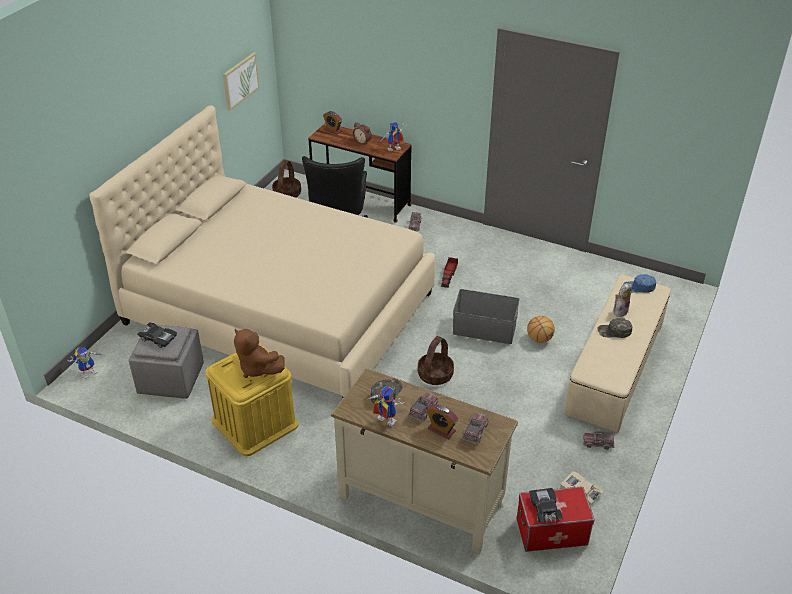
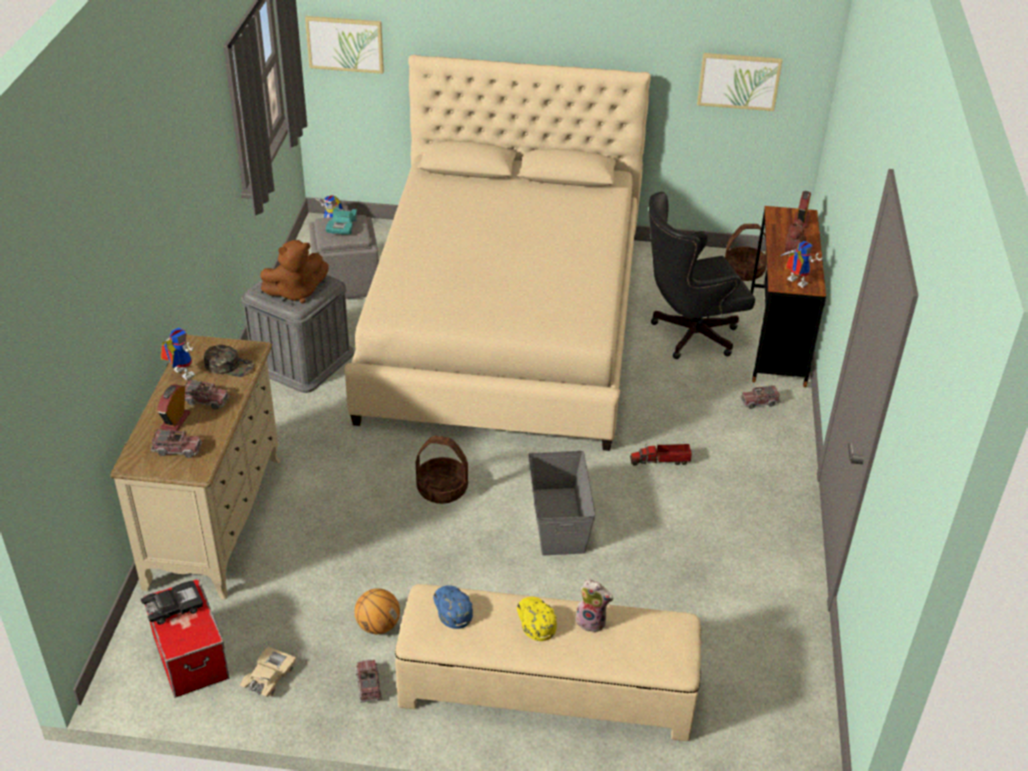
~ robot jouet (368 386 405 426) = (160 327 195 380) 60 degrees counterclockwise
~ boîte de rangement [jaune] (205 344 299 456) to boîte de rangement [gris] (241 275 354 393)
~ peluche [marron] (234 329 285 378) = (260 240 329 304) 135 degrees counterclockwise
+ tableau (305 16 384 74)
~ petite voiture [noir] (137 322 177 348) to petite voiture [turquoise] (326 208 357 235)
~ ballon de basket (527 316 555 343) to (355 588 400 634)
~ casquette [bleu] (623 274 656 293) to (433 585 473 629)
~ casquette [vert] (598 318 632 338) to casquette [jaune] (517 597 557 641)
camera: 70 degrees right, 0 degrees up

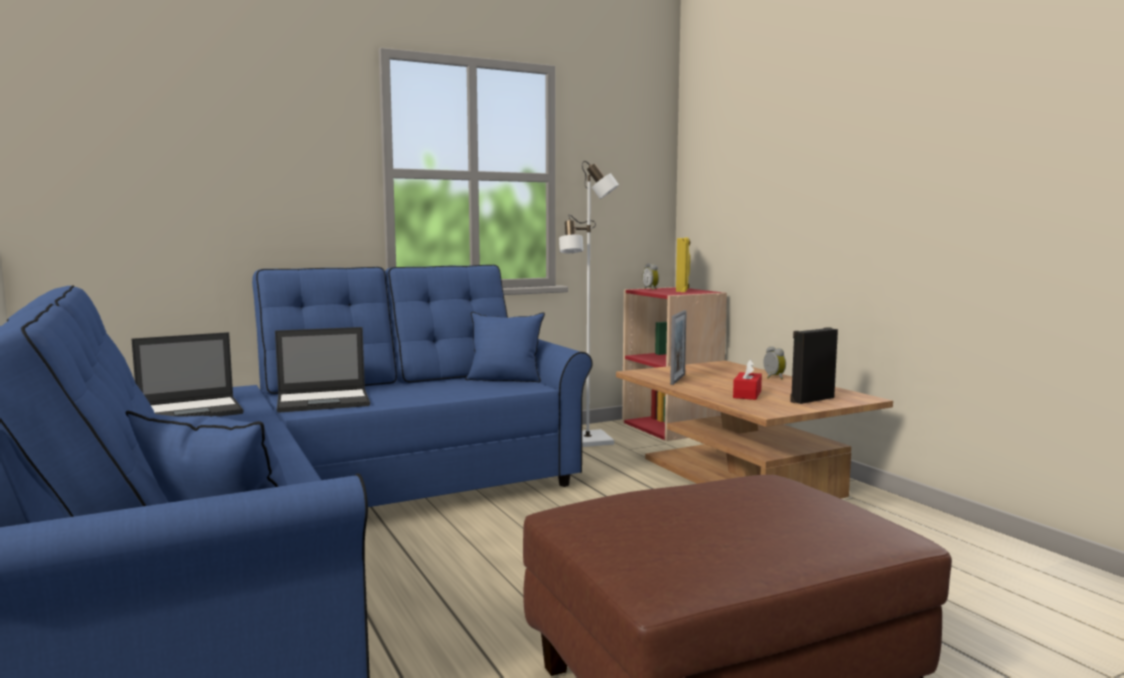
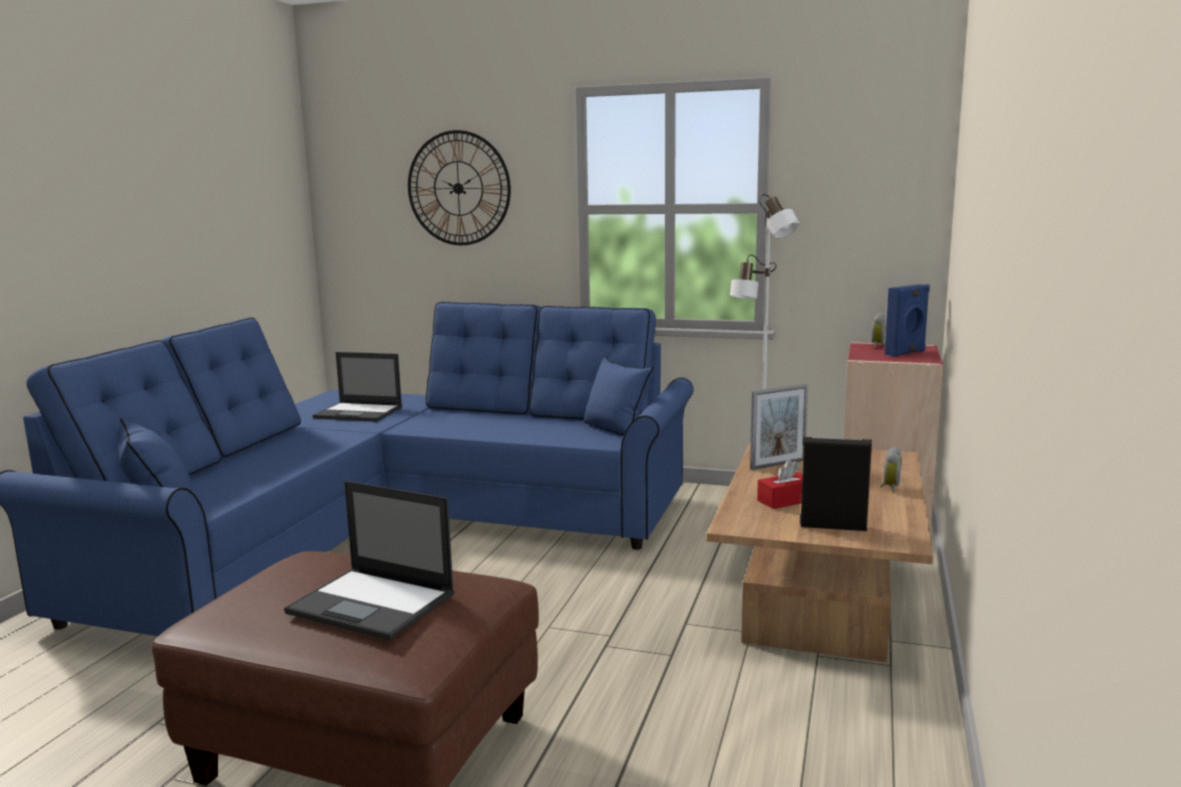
~ ordinateur portable (275 327 370 413) to (284 481 454 641)
+ horloge murale (408 130 511 245)
~ enceinte [jaune] (676 237 690 292) to enceinte [bleu] (885 284 930 357)
camera: 45 degrees right, 5 degrees up

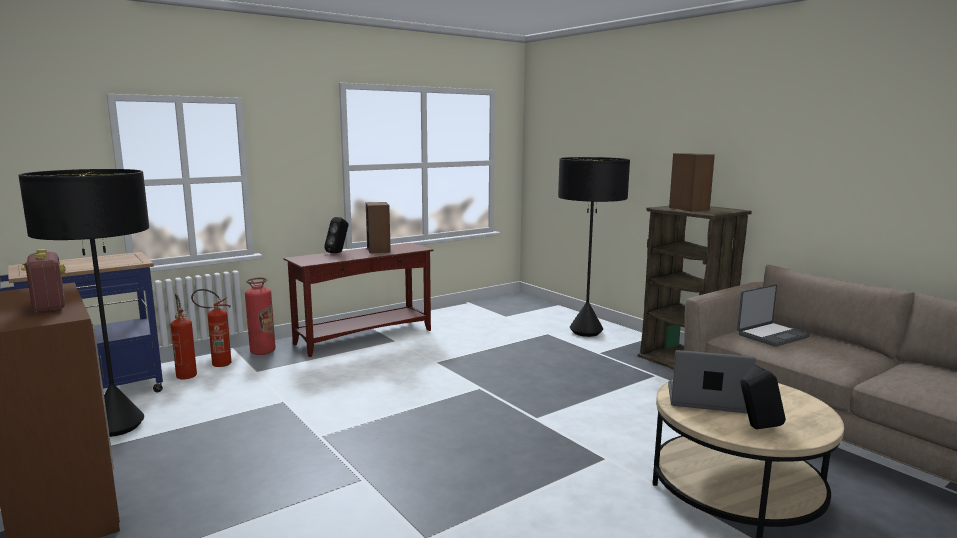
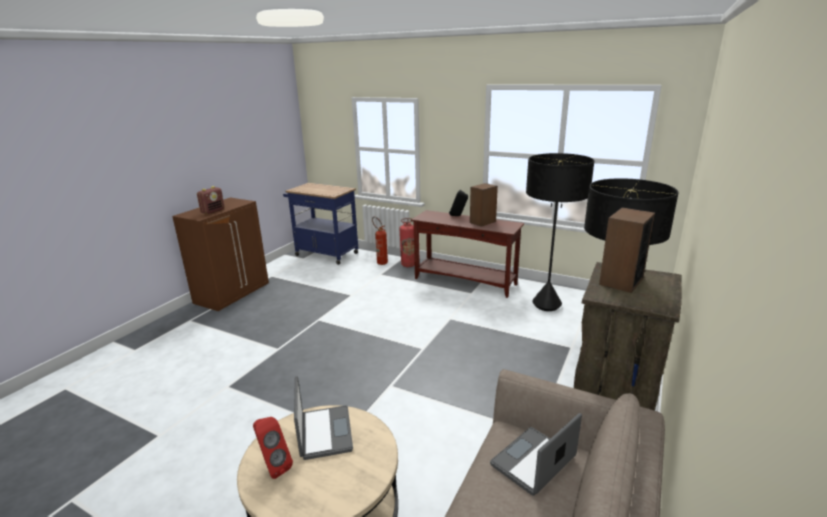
~ enceinte [noir] (740 364 786 429) to enceinte [rouge] (253 417 293 479)
~ ordinateur portable (737 284 810 347) = (490 413 582 496) 105 degrees clockwise
~ lampadaire [noir] (18 169 149 437) to (526 153 594 311)
- extincteur (171 293 197 379)
camera: 65 degrees right, 10 degrees up

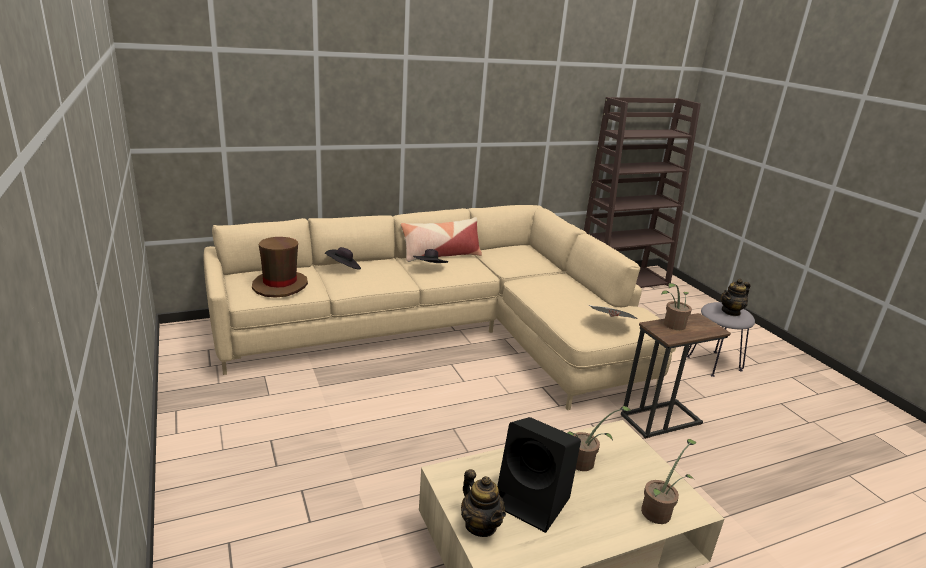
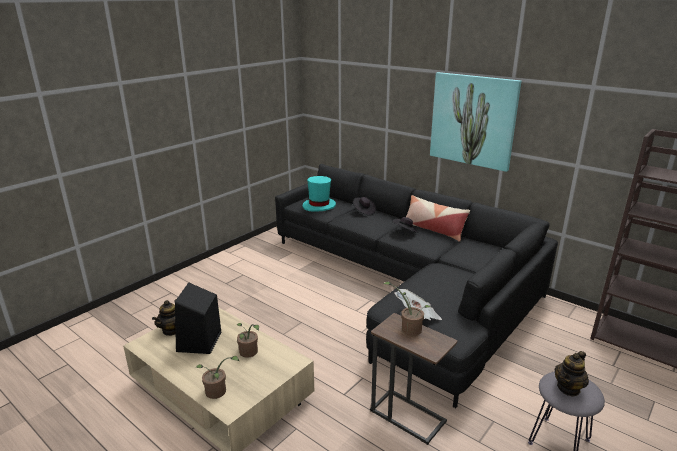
~ canapé [beige] (203 205 676 410) to canapé [noir] (275 164 558 408)
~ chapeau [marron] (252 237 308 298) to chapeau [turquoise] (303 176 336 212)
+ tableau (430 72 521 172)
~ théière (721 279 750 316) = (554 351 589 397) 75 degrees counterclockwise
camera: 65 degrees right, 0 degrees up

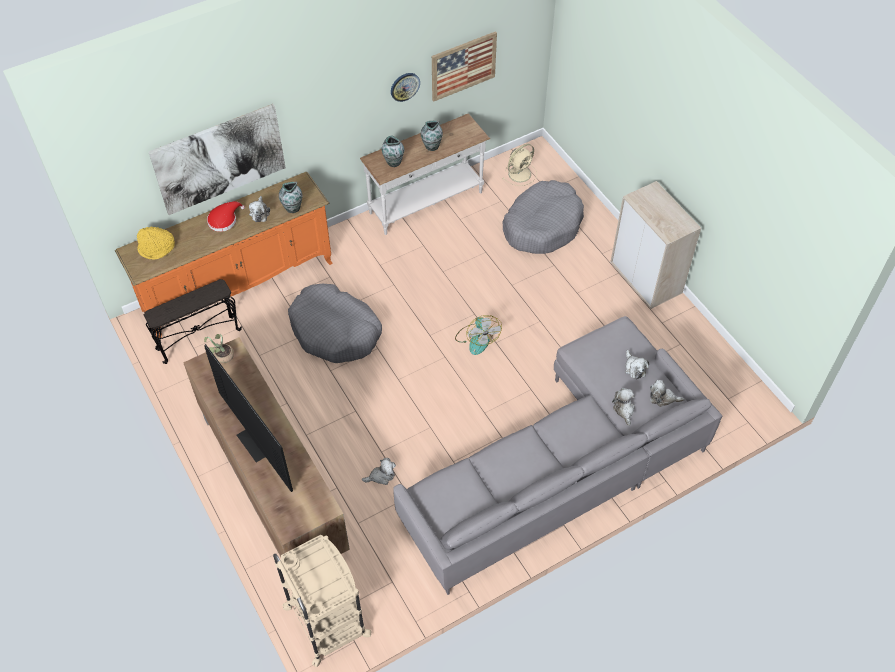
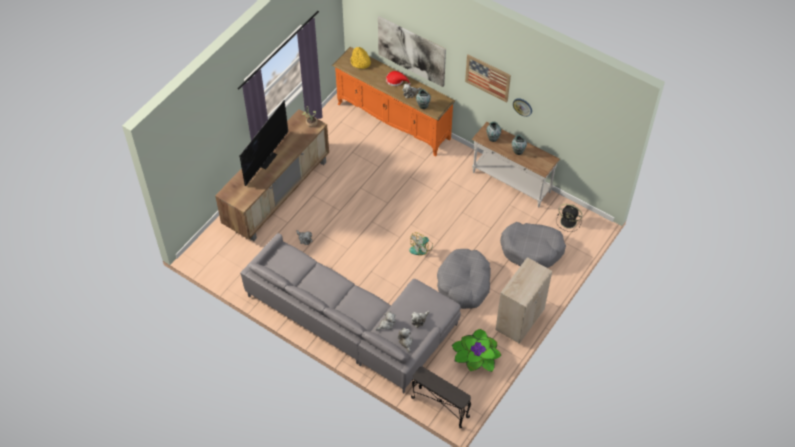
~ table d'appoint [noir] (144 279 242 364) to (411 366 471 428)
~ panier pour chien [gris] (288 284 382 363) to (437 249 491 309)
+ plante en pot (452 329 501 372)
~ tableau (432 31 497 102) to (465 54 511 102)
~ ventilateur [beige] (503 144 537 186) to ventilateur [noir] (556 204 582 232)
- chariot [beige] (273 535 371 667)
camera: 65 degrees right, 0 degrees up

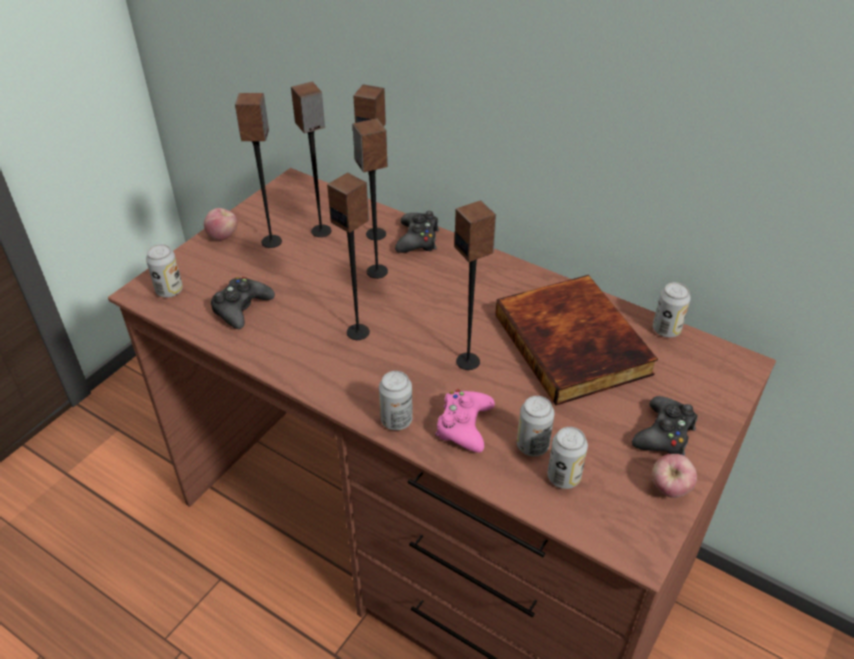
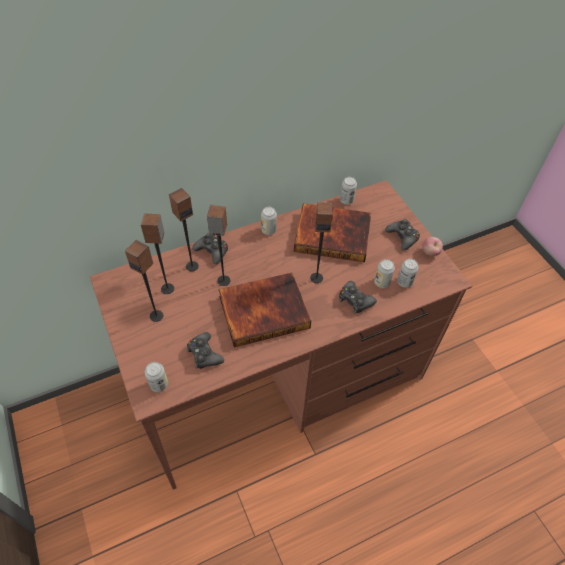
~ enceinte (327 173 370 340) to livre (218 273 311 348)
~ boîte métallique (379 371 413 430) to (261 207 277 235)
~ manette [rose] (435 389 495 453) to manette [noir] (339 281 377 314)
- pomme (204 208 238 240)
camera: 60 degrees left, 10 degrees up

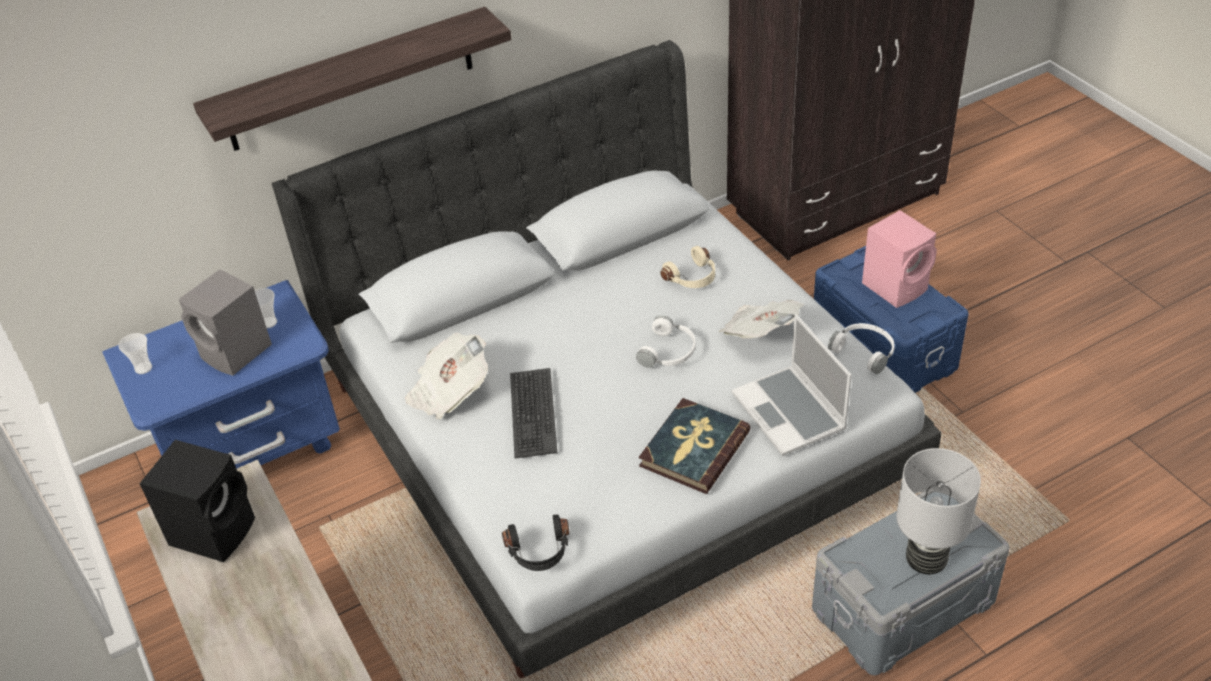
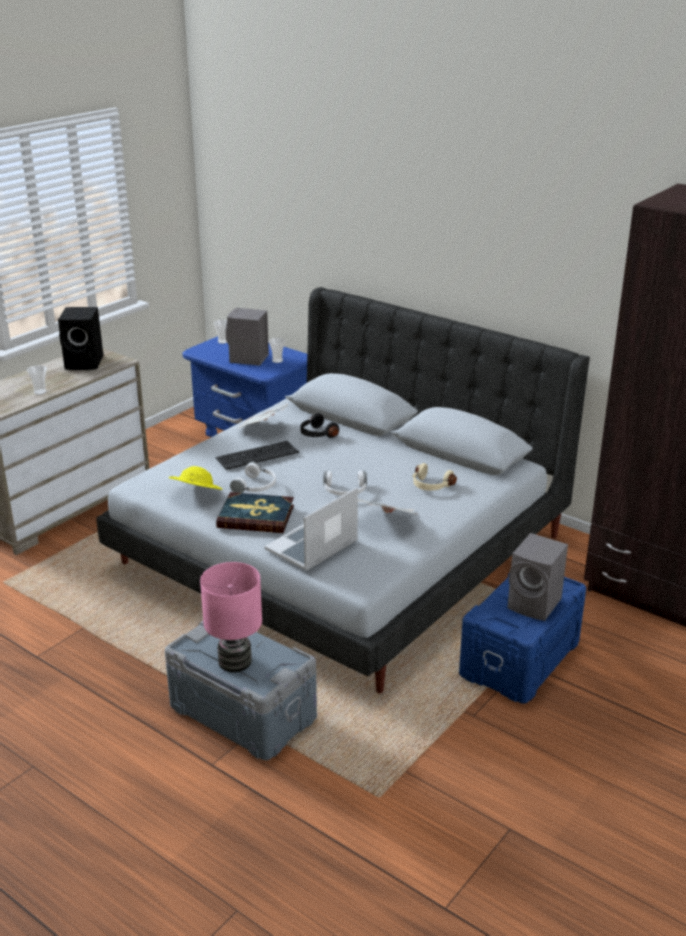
+ tasse (27 365 47 395)
+ chapeau [jaune] (169 466 222 490)
~ lampe de table [gris] (896 448 981 574) to lampe de table [rose] (200 562 262 672)
~ casque audio [blanc] (828 323 895 374) to (230 462 276 493)
~ casque audio [noir] (502 515 570 571) to (300 413 339 438)
~ enceinte [rose] (862 210 937 308) to enceinte [gris] (507 533 568 621)
- étagère (193 7 512 151)
camera: 65 degrees right, 15 degrees down

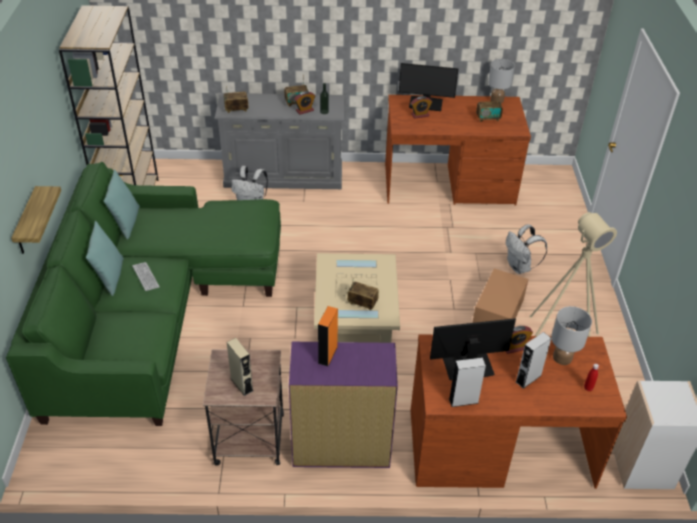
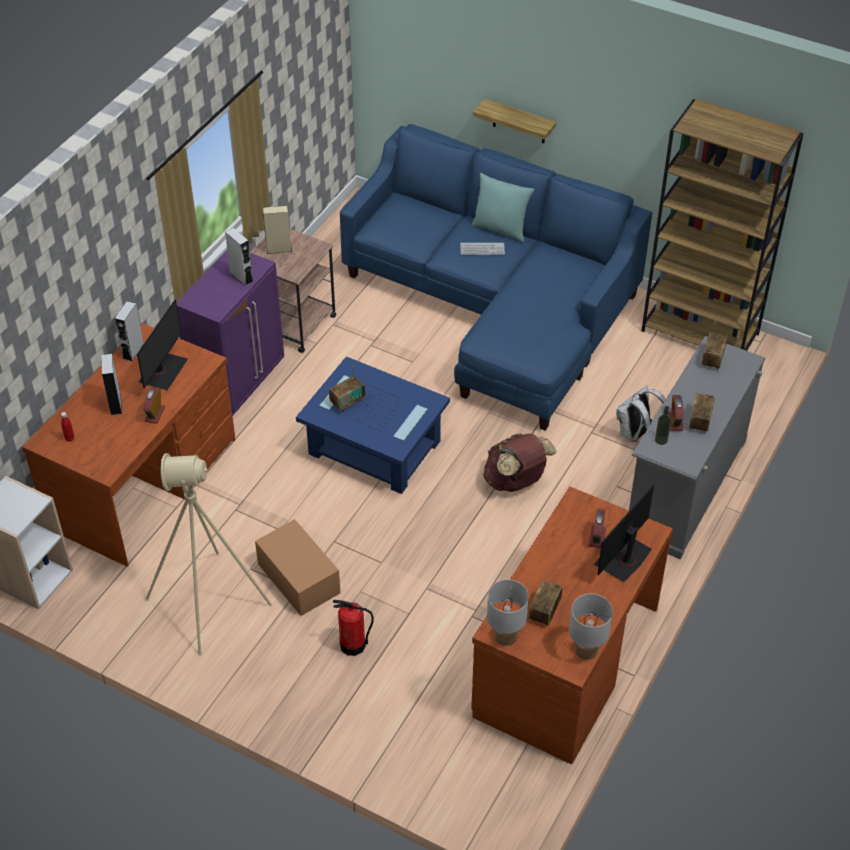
~ enceinte [orange] (318 306 338 366) to enceinte [gris] (225 228 254 286)
~ table basse [beige] (314 253 400 343) to table basse [bleu] (296 357 450 494)
~ sac à dos [blanc] (506 224 547 274) to extincteur (333 600 374 656)
~ canapé [vert] (6 162 281 426) to canapé [bleu] (340 124 652 431)
+ sac à dos [marron] (483 433 556 492)
~ lampe de table [gris] (551 306 592 365) to (487 579 529 646)
- coussin [turquoise] (104 169 140 240)
camera: 120 degrees right, 5 degrees up

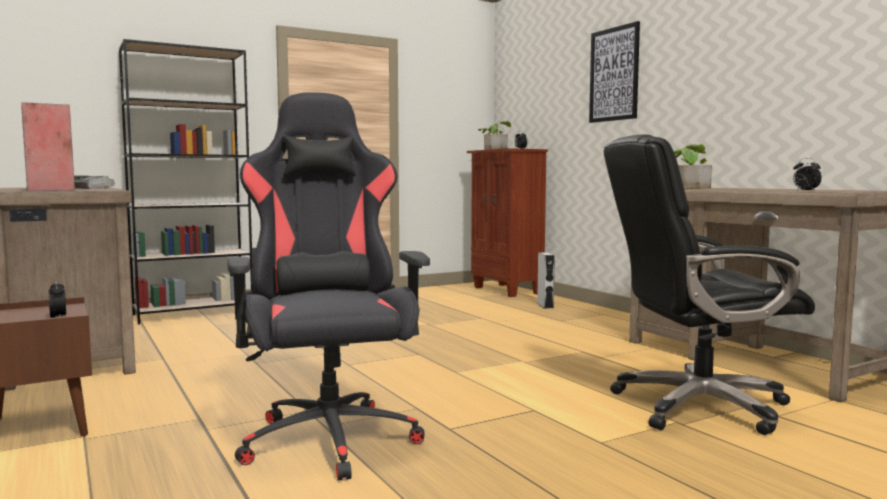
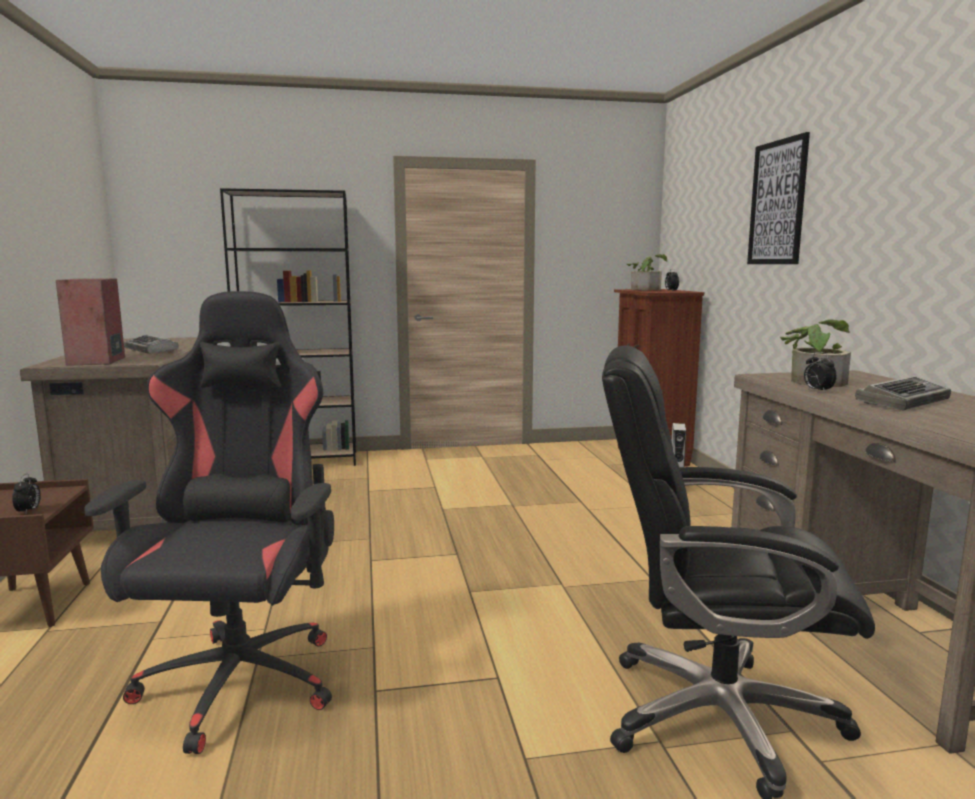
~ réveil (793 158 822 191) to (804 352 837 393)
+ clavier (855 376 951 410)
camera: 20 degrees right, 5 degrees up

